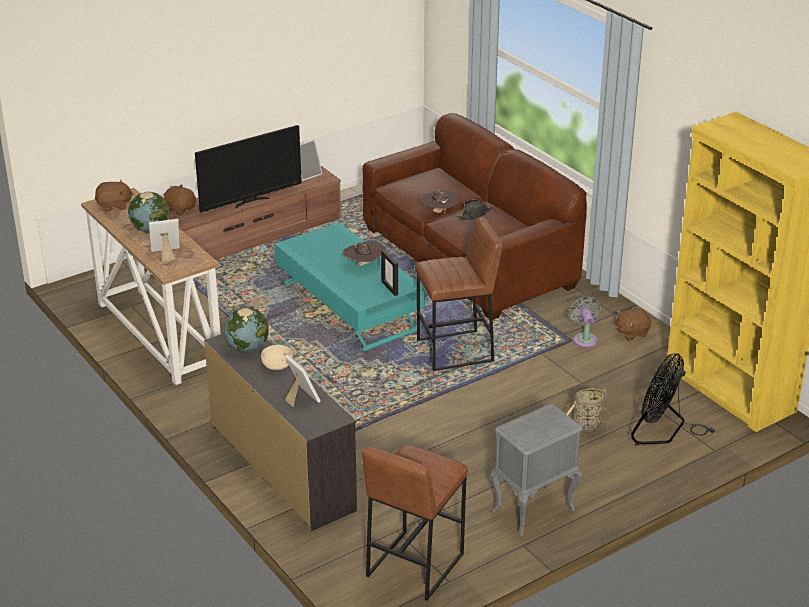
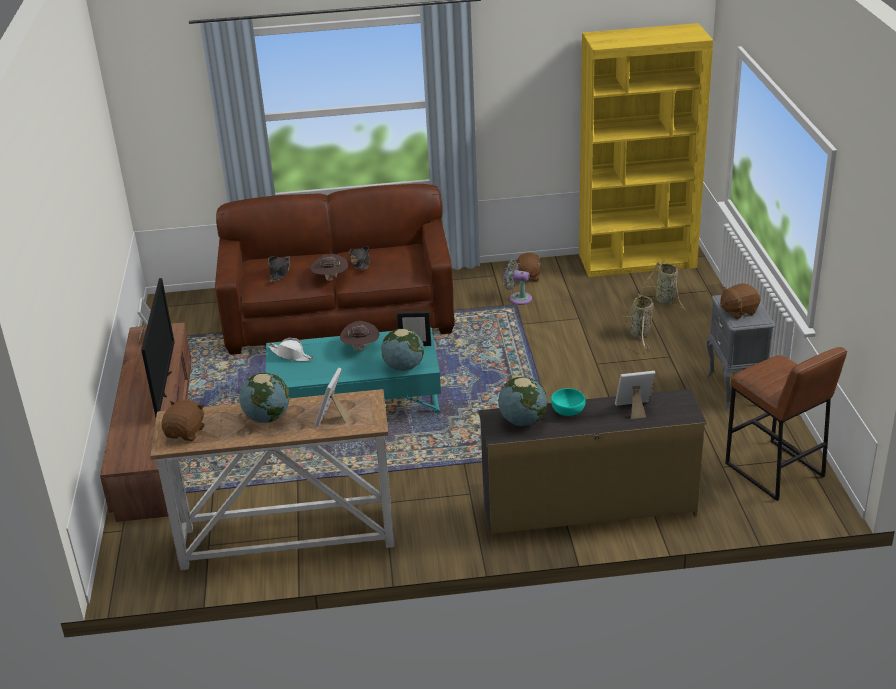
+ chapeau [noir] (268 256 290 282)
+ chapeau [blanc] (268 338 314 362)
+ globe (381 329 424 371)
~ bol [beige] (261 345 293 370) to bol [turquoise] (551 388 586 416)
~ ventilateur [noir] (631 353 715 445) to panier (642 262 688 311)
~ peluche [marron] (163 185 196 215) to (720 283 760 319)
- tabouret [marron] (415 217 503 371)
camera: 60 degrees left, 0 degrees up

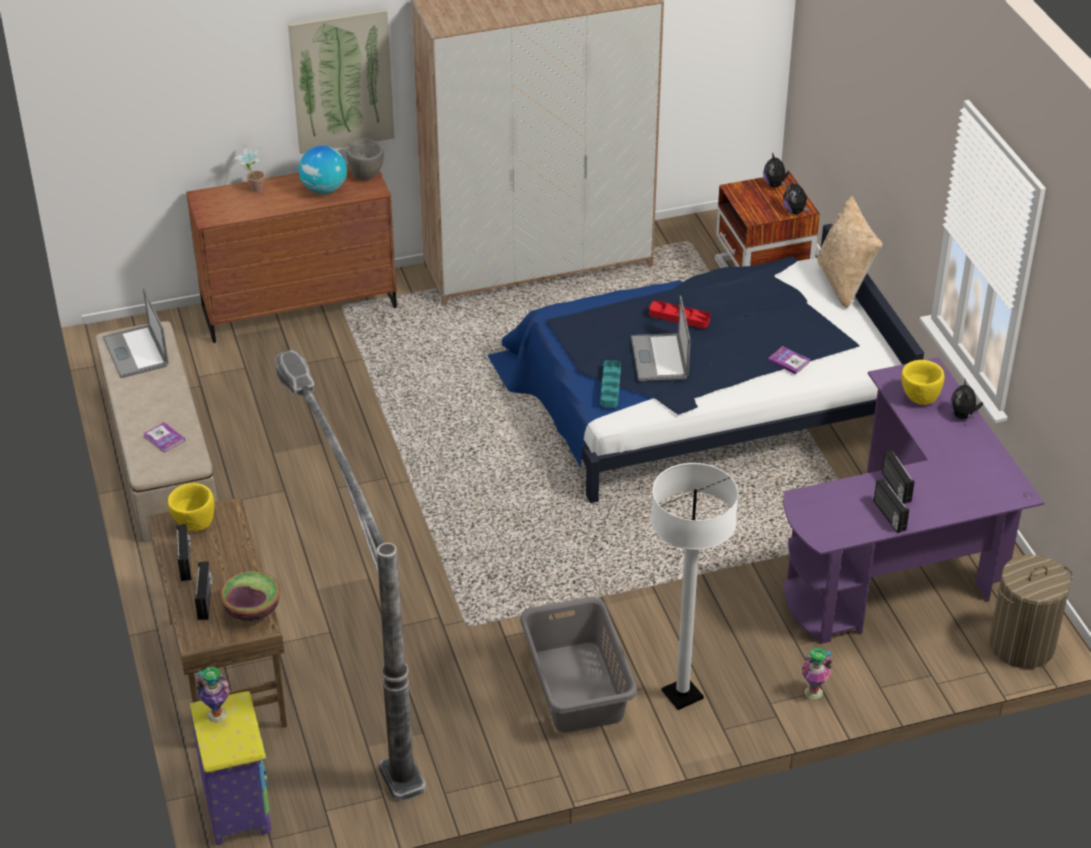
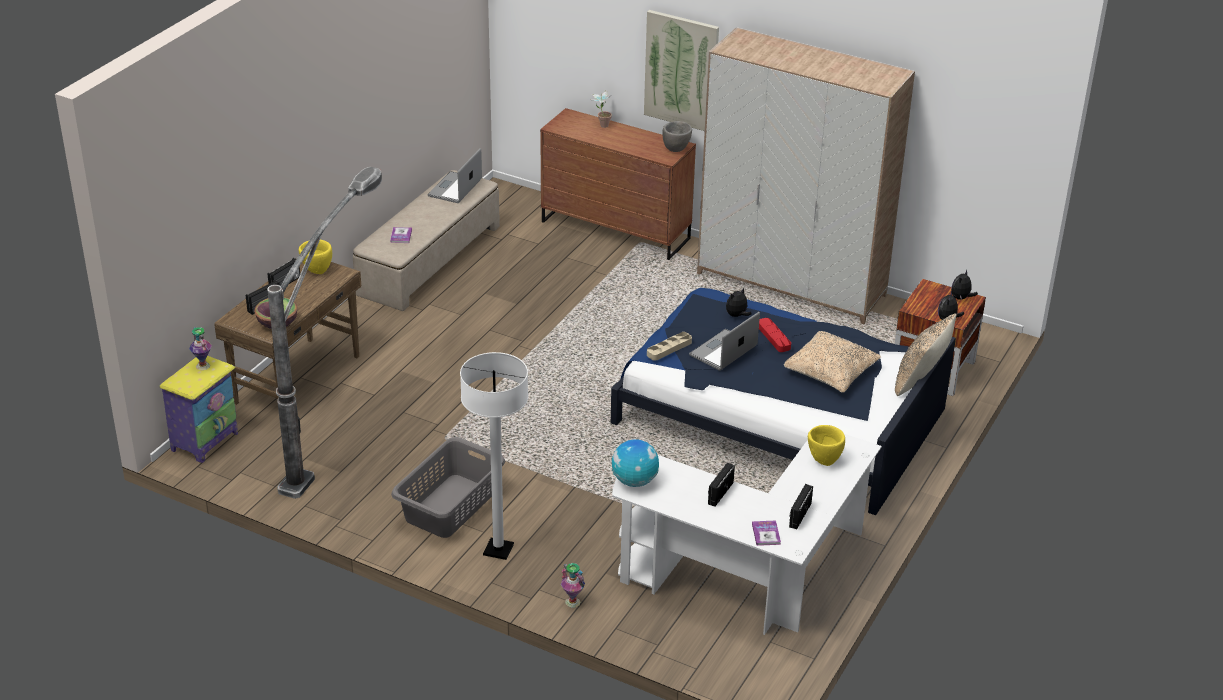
~ bureau [violet] (783 357 1044 644) to bureau [blanc] (612 425 882 635)
~ globe (299 146 347 194) to (612 439 659 487)
~ plateau [turquoise] (600 360 621 408) to plateau [beige] (647 332 692 361)
~ peluche (950 379 983 420) to (726 288 751 317)
~ livre (768 346 810 374) to (752 520 781 546)
+ coussin [beige] (784 331 881 393)
~ radio (874 479 909 533) to (789 484 813 529)
- panier à linge (989 555 1073 669)
camera: 45 degrees right, 5 degrees down

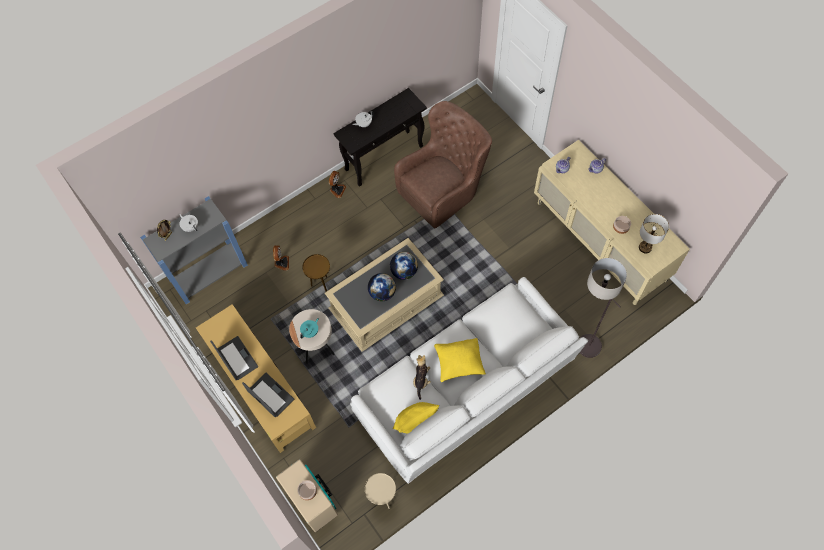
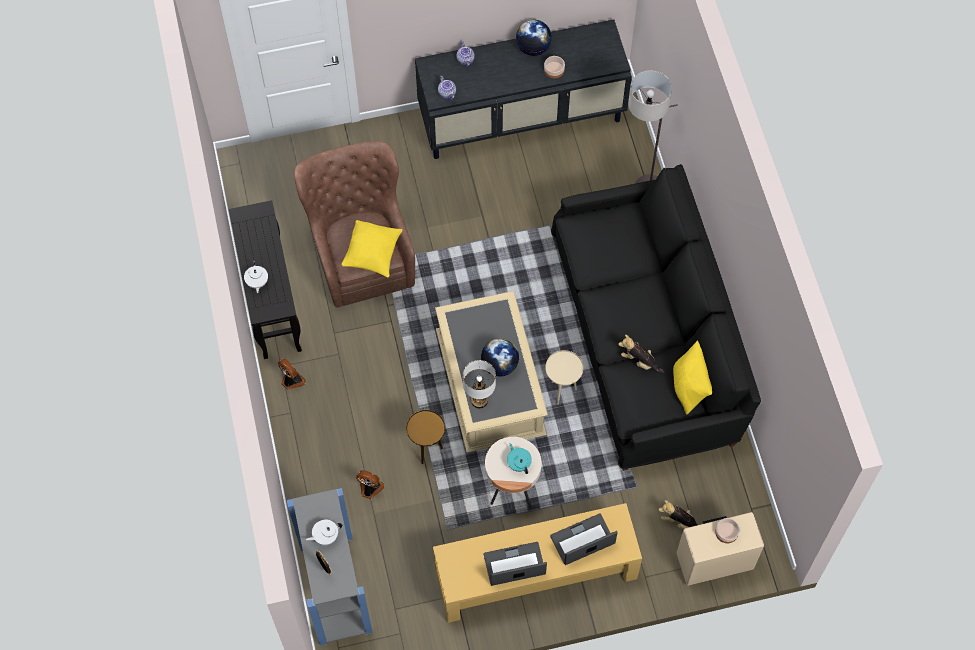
~ coussin [jaune] (434 338 486 382) to (341 220 402 277)
~ meuble de rangement [beige] (534 140 690 305) to meuble de rangement [noir] (415 19 632 159)
~ lampe de table (639 214 669 253) to (463 360 496 408)
~ globe (390 252 418 280) to (516 20 552 56)
~ table d'appoint [beige] (365 473 396 509) to (545 350 583 405)
~ canapé [blanc] (350 277 588 484) to canapé [noir] (551 164 761 471)
+ peluche (658 500 698 529)
camera: 70 degrees left, 0 degrees up

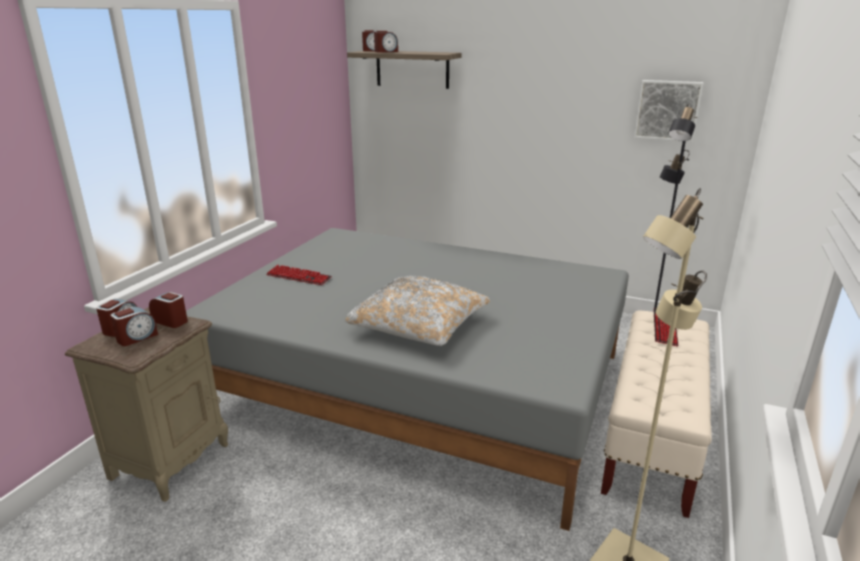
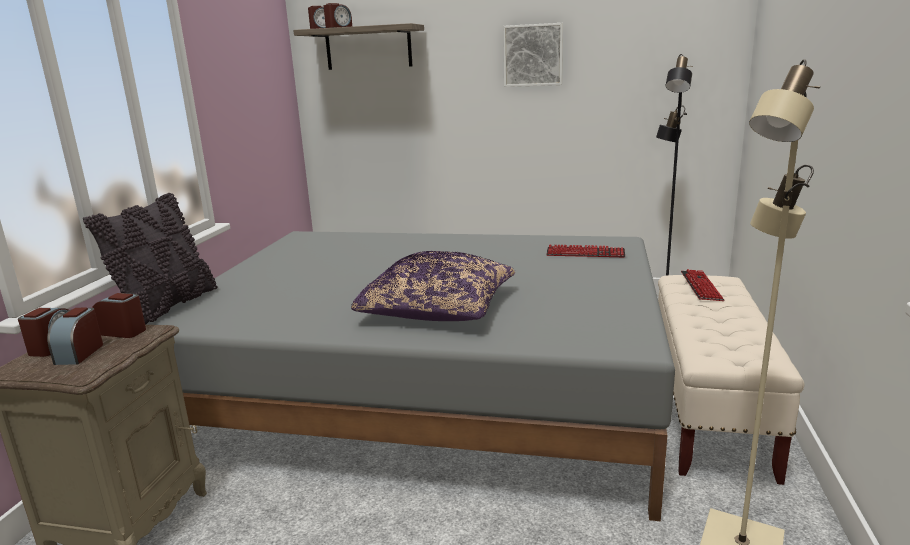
~ réveil (110 307 158 346) = (47 307 103 365) 150 degrees clockwise
+ coussin [noir] (83 193 218 325)
~ coussin [blanc] (345 276 490 346) to coussin [violet] (351 251 516 321)
~ tableau (634 80 703 142) to (503 23 563 87)
~ clavier (266 265 332 285) to (546 245 625 257)
camera: 10 degrees left, 5 degrees down

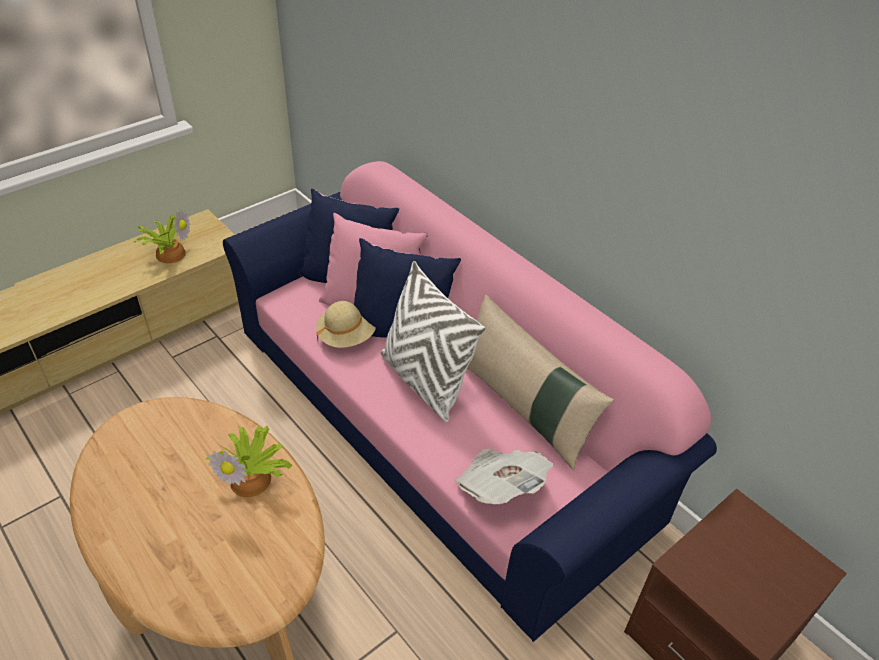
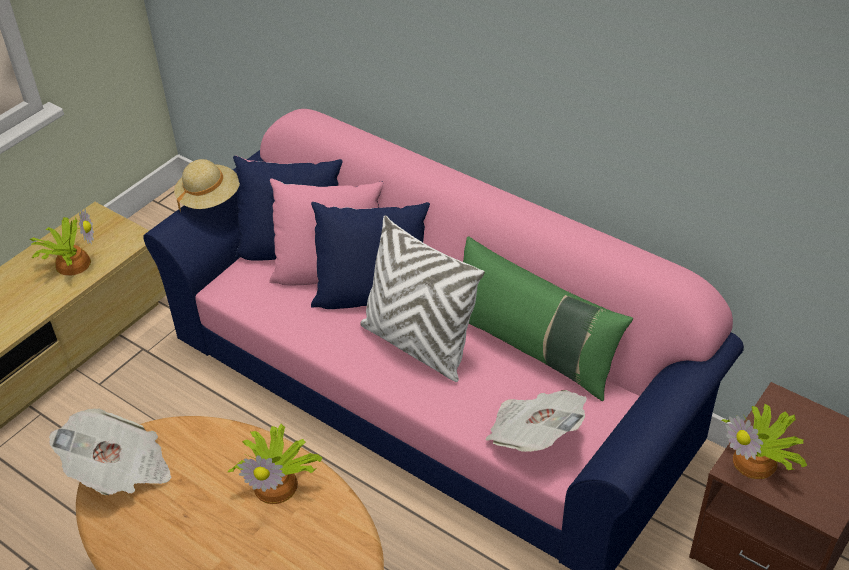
+ journal (49 408 172 496)
~ chapeau [beige] (316 301 376 348) to (174 159 240 211)
~ coussin [beige] (467 295 614 470) to coussin [vert] (463 236 633 401)
+ plante en pot (721 404 807 479)
camera: 10 degrees left, 0 degrees up

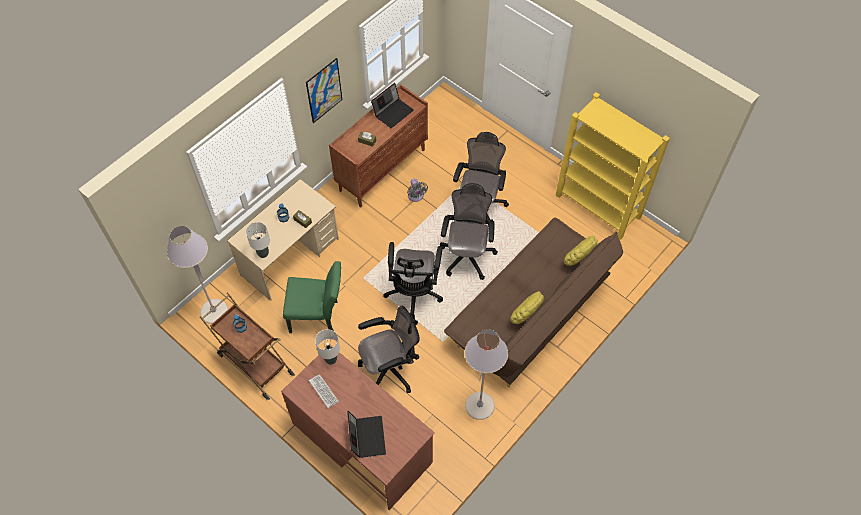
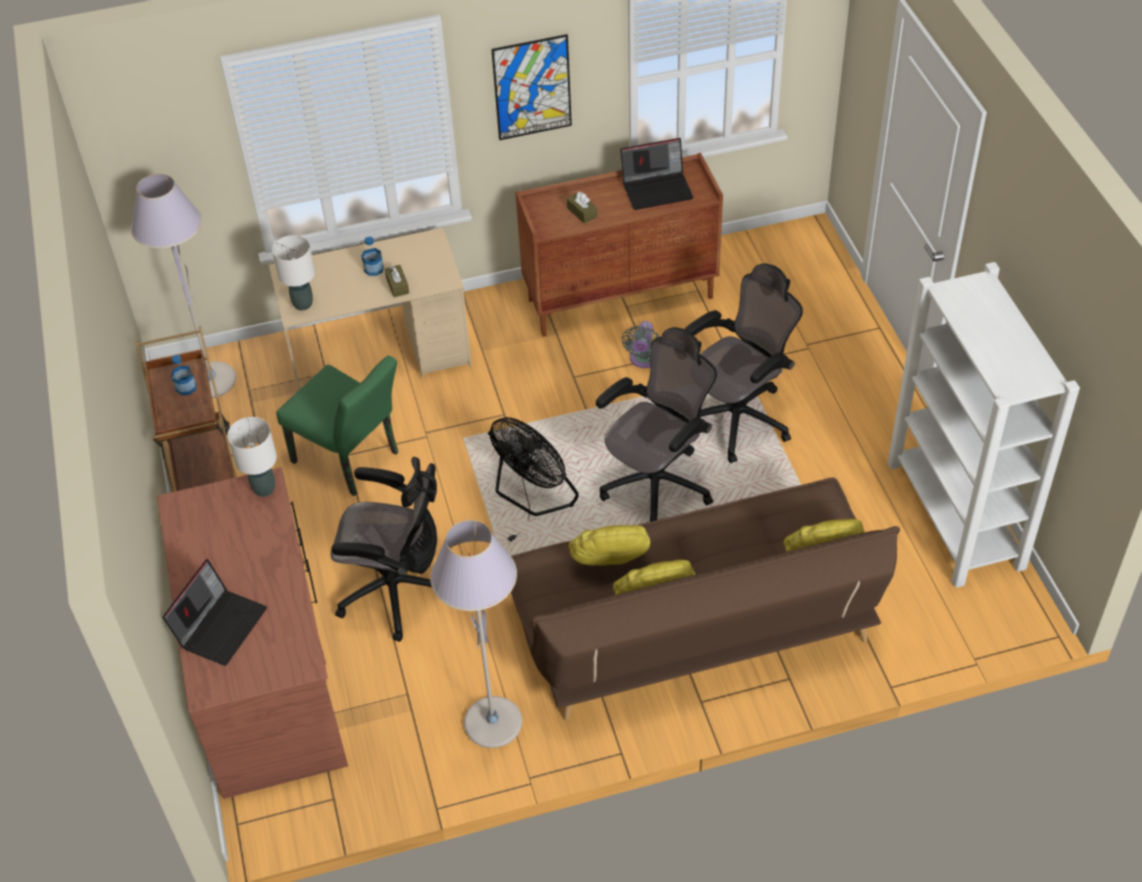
~ chaise de bureau (383 242 443 317) to ventilateur [noir] (488 417 579 541)
+ coussin [jaune] (569 525 650 566)
~ bibliothèque [jaune] (556 92 670 240) to bibliothèque [blanc] (888 262 1080 588)
- clavier (309 374 339 408)
camera: 35 degrees right, 10 degrees down

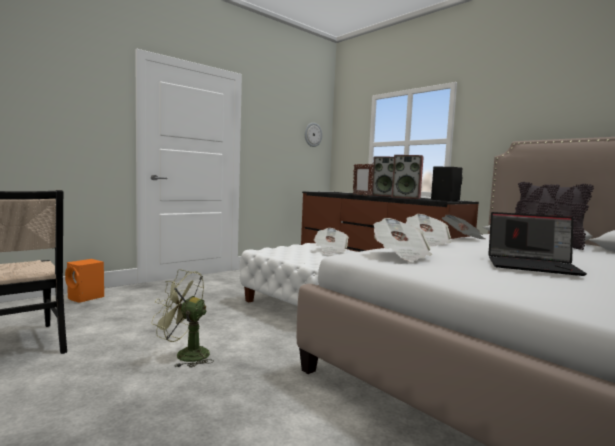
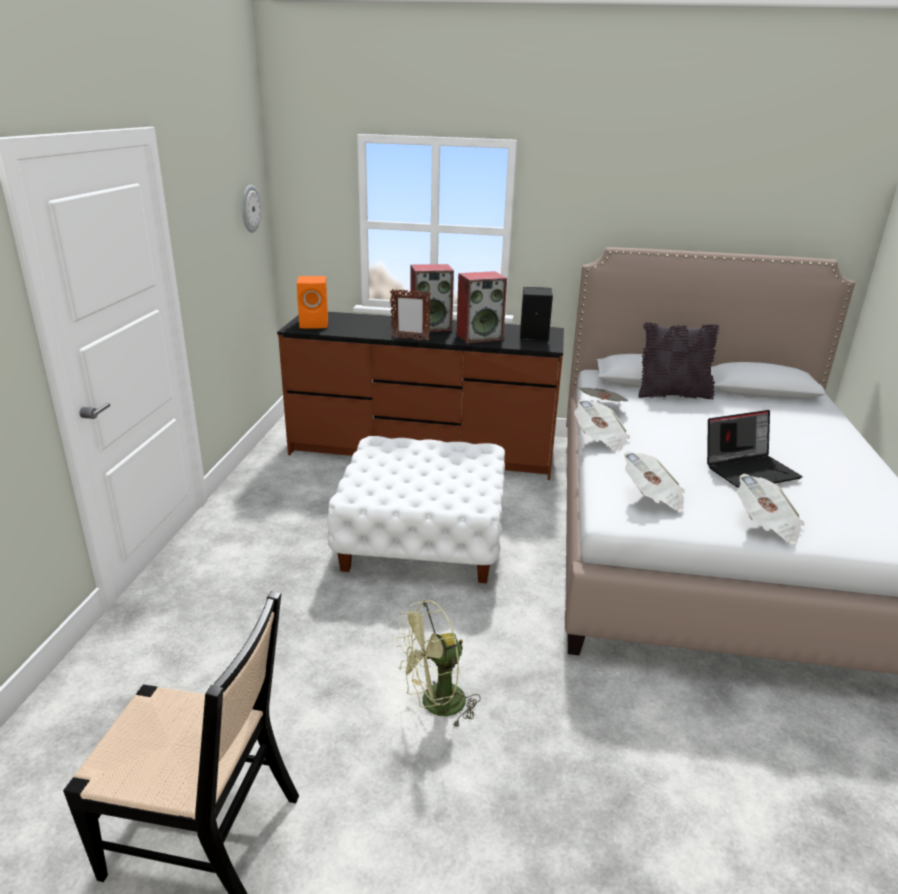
~ enceinte [orange] (65 259 104 303) to (297 276 328 329)
~ journal (314 228 349 254) to (737 474 804 545)
camera: 40 degrees left, 20 degrees up

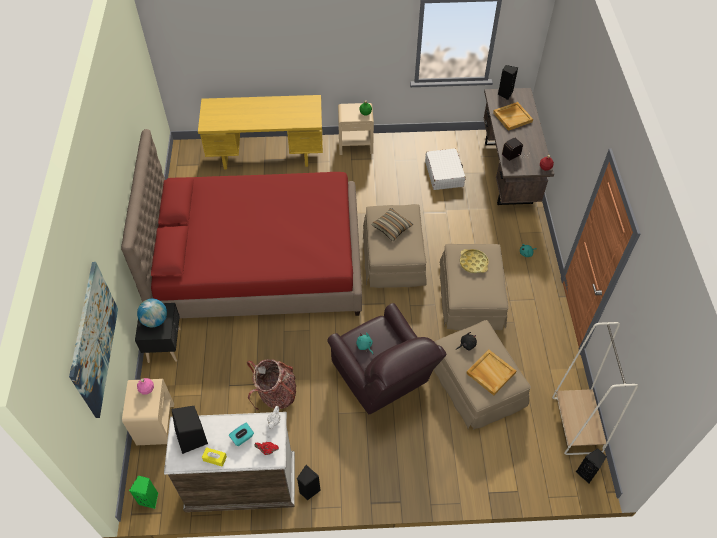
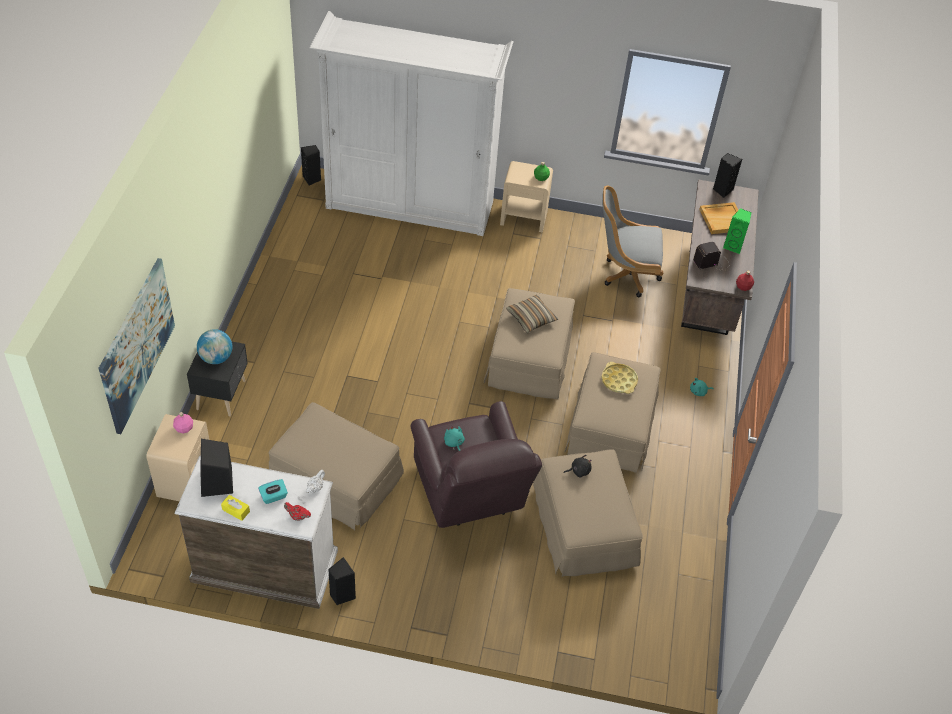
~ sac à dos (247 359 296 410) to pouf [beige] (269 402 404 530)
~ enceinte [noir] (576 448 607 483) to (301 145 321 186)
~ bureau [jaune] (198 95 323 169) to armoire [blanc] (310 11 514 236)
~ valise [blanc] (425 148 466 190) to chaise de bureau [gris] (602 186 663 298)
~ enceinte [vert] (129 476 158 509) to (723 208 752 254)
- lit [rouge] (121 129 362 318)
- plateau [beige] (466 350 516 395)
- portant (552 322 638 455)
camera: 10 degrees right, 5 degrees down

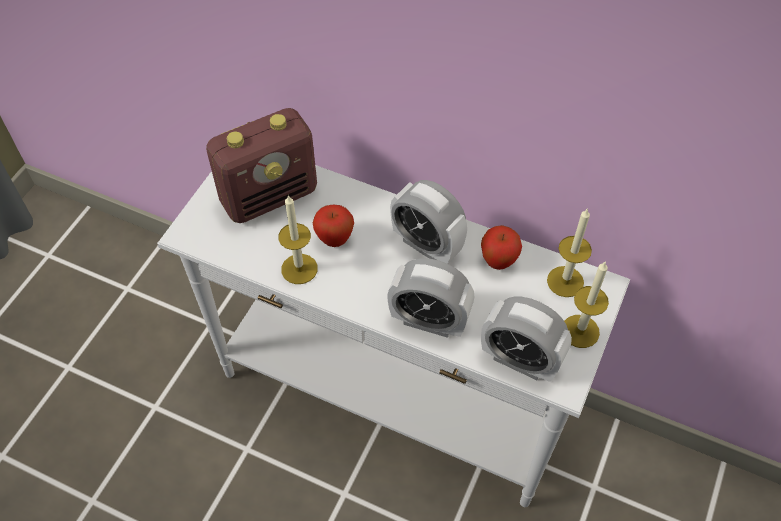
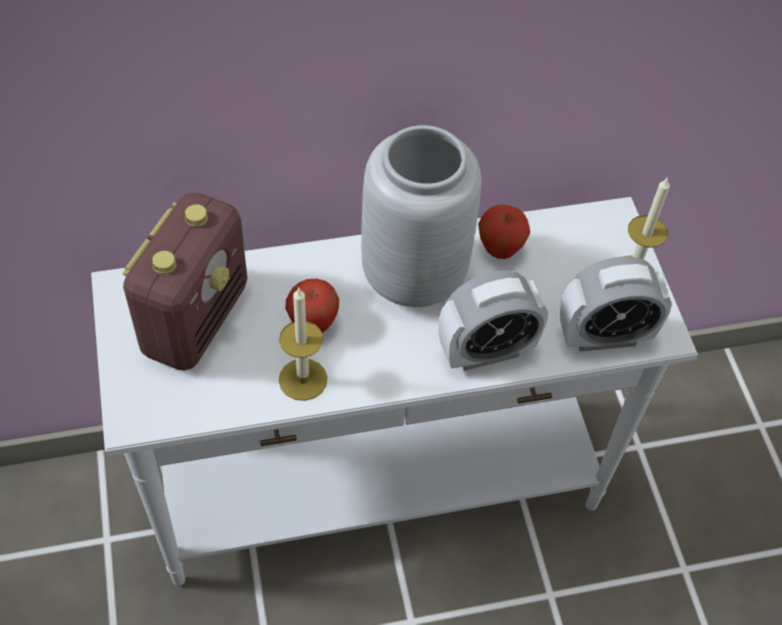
~ réveil (390 180 467 264) to vase [gris] (361 125 482 307)
- bougie (547 208 592 297)
camera: 40 degrees left, 0 degrees up

